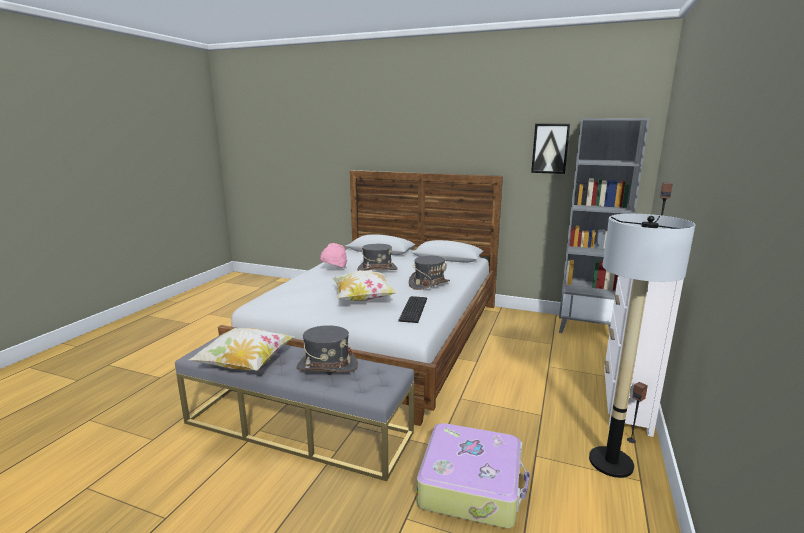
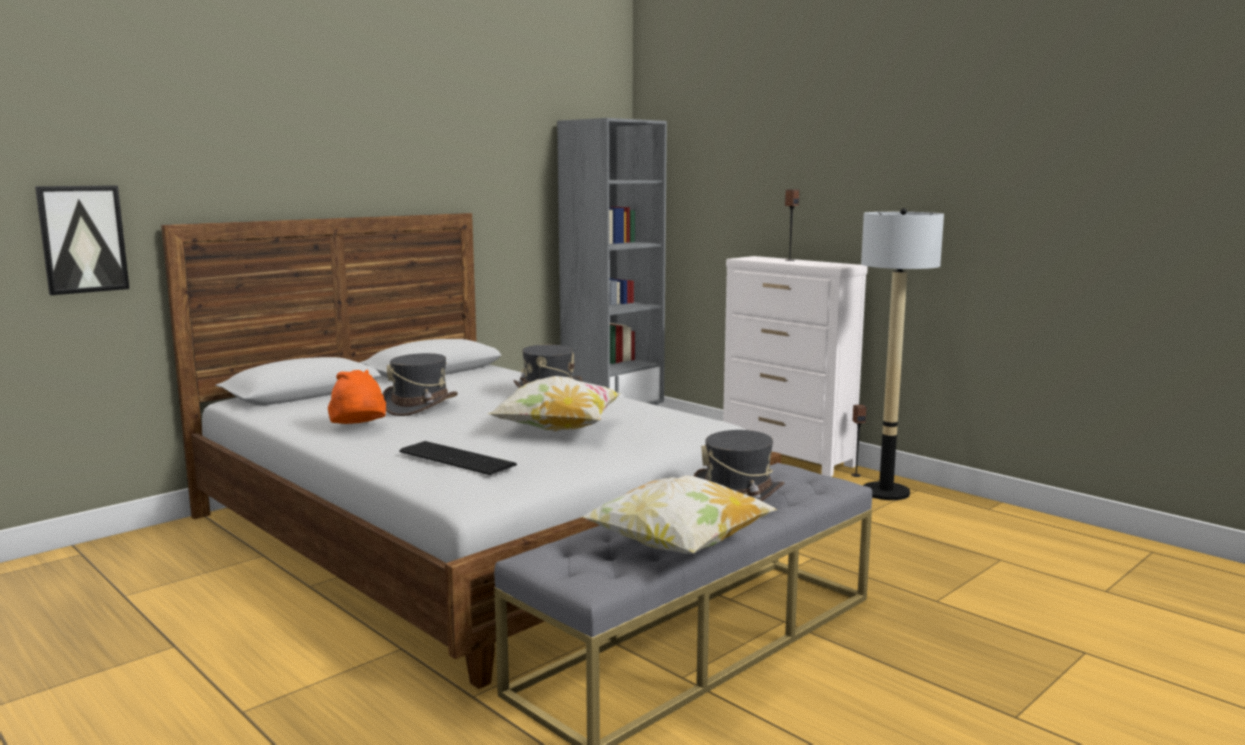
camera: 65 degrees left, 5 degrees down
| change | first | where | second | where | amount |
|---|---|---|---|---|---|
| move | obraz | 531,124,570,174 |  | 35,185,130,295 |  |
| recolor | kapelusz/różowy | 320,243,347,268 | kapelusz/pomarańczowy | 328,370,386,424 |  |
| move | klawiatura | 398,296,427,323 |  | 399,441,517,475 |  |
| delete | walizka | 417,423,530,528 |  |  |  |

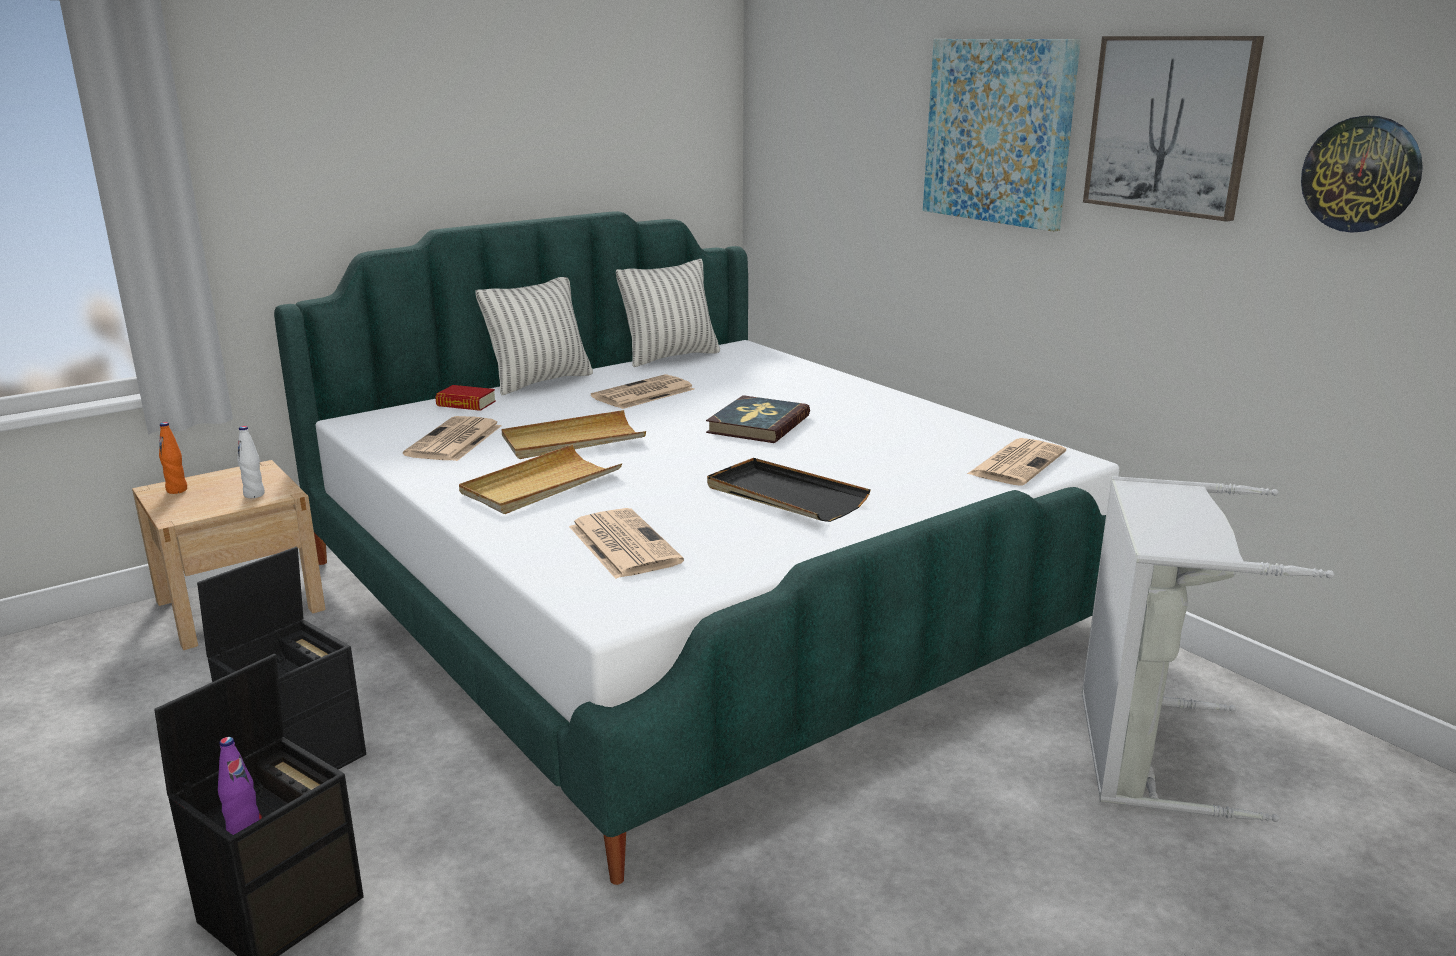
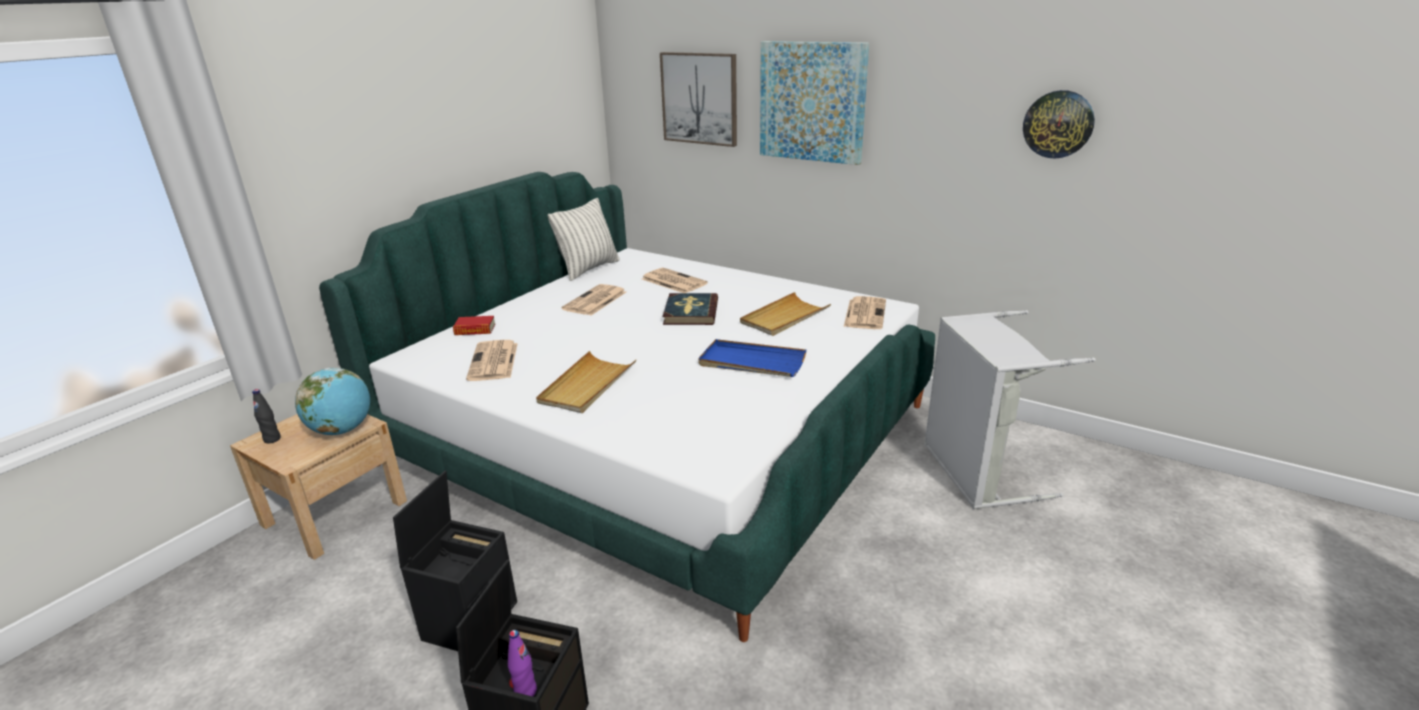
camera: 20 degrees left, 5 degrees up
| change | first | where | second | where | amount |
|---|---|---|---|---|---|
| move | obraz | 1083,36,1264,222 |  | 660,52,737,147 |  |
| delete | poduszka | 475,277,593,395 |  |  |  |
| move | taca/beżowy | 502,410,646,459 |  | 740,292,831,336 |  |
| recolor | butelka/pomarańczowy | 159,422,187,494 | butelka/czarny | 252,389,281,443 |  |
| replace | butelka/biały | 237,426,265,498 | globus | 295,368,370,435 |  |
| recolor | taca/czarny | 707,458,871,522 | taca/niebieski | 698,339,806,377 |  |
| move | gazeta | 569,508,684,579 |  | 642,268,708,293 |  |

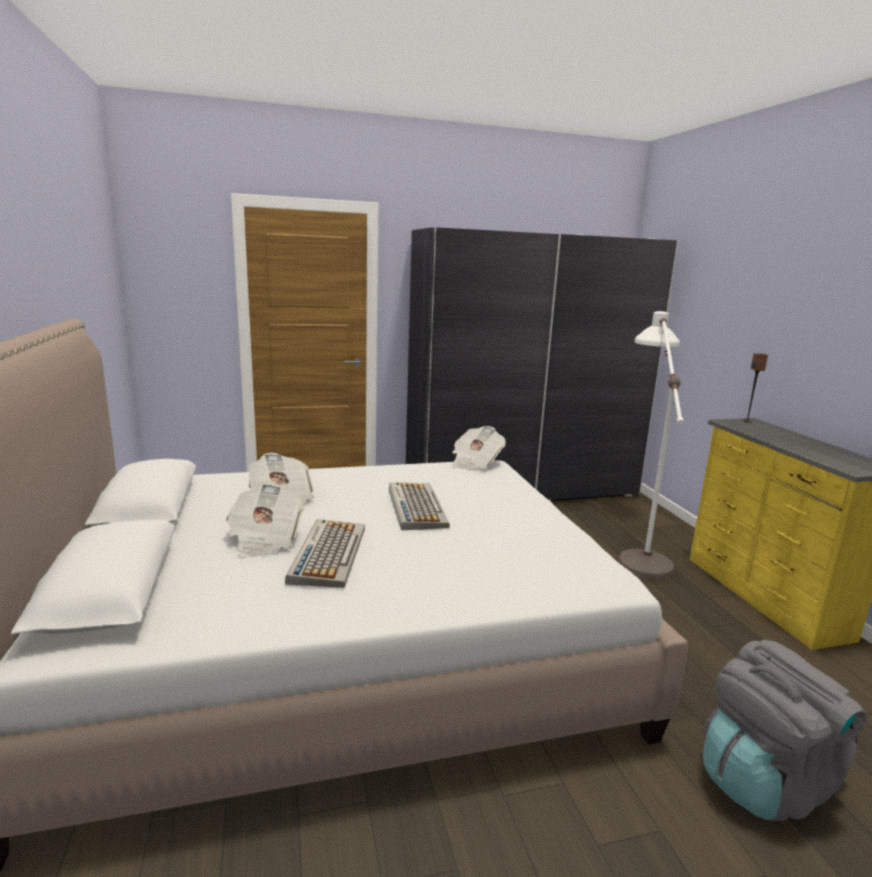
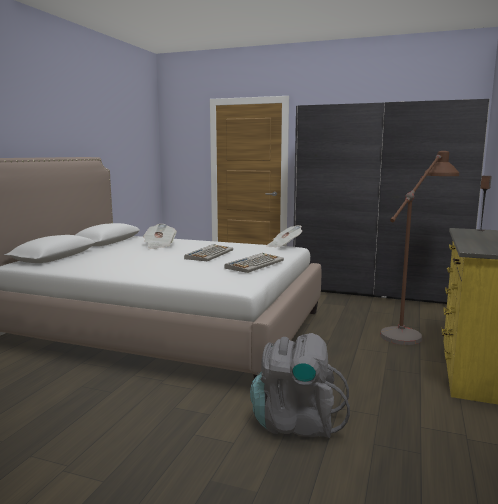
camera: 35 degrees right, 5 degrees down
| change | first | where | second | where | amount |
|---|---|---|---|---|---|
| recolor | lampa stojąca/biały | 618,311,684,579 | lampa stojąca/brązowy | 380,151,459,345 |  |
| delete | gazeta | 226,483,304,558 |  |  |  |
| move | klawiatura | 285,519,365,588 |  | 224,253,284,273 |  |

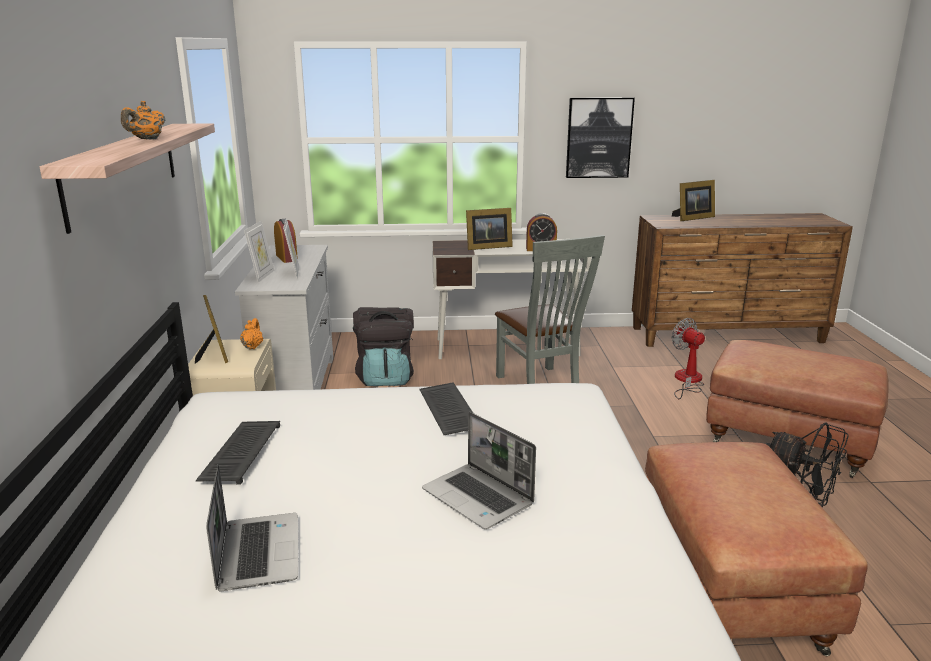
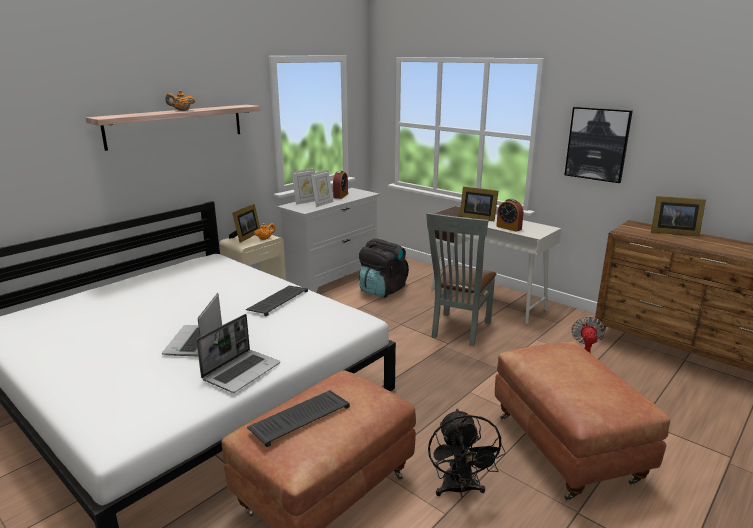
camera: 45 degrees right, 0 degrees up
| change | first | where | second | where | amount |
|---|---|---|---|---|---|
| move | klawiatura | 196,421,280,485 |  | 247,390,350,447 |  |
| move | laptop | 206,464,298,591 |  | 196,314,280,393 |  |

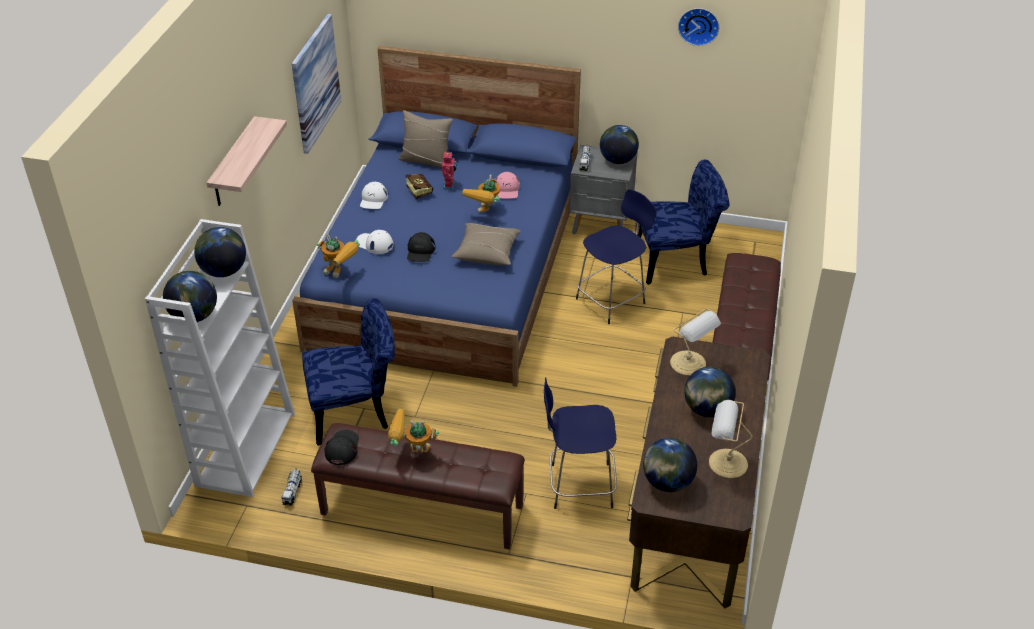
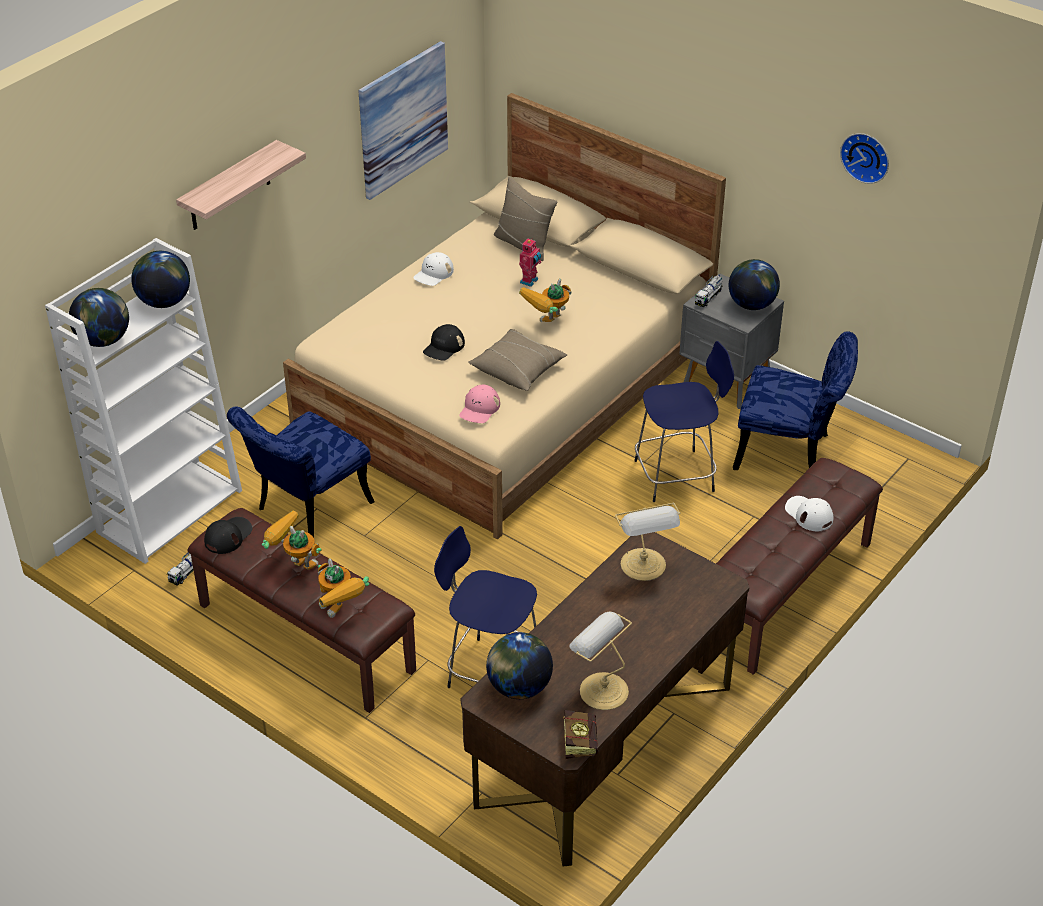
camera: 25 degrees right, 0 degrees up
| change | first | where | second | where | amount |
|---|---|---|---|---|---|
| recolor | łóżko/niebieski | 292,46,581,387 | łóżko/beżowy | 283,93,726,539 |  |
| move | czapka z daszkiem/różowy | 495,172,520,199 |  | 459,385,500,423 |  |
| move | książka | 406,174,433,199 |  | 563,710,598,759 |  |
| move | czapka z daszkiem/biały | 356,230,394,254 |  | 785,496,833,531 |  |
| move | robot zabawkowy | 317,234,360,278 |  | 317,558,369,618 |  |
| rotate | krzesło/niebieski | 302,298,395,446 |  | 227,407,374,538 | 120 degrees clockwise |
| delete | globus | 684,367,736,417 |  |  |  |

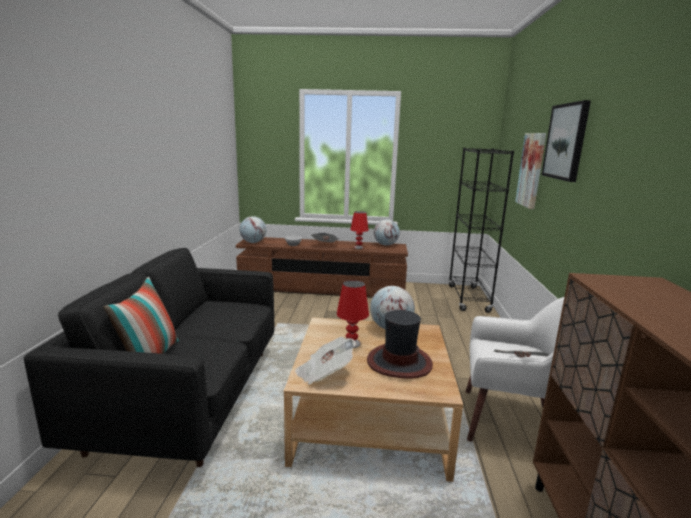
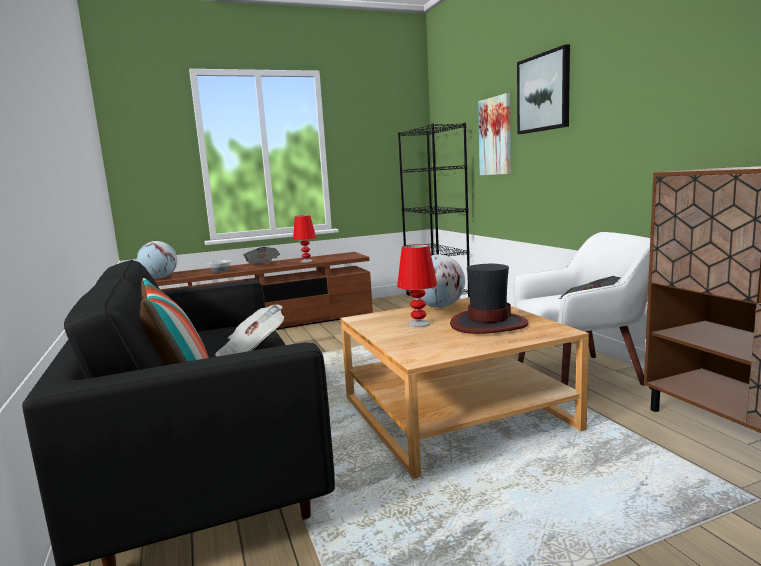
camera: 25 degrees left, 5 degrees down
| change | first | where | second | where | amount |
|---|---|---|---|---|---|
| delete | globus | 374,219,400,246 |  |  |  |
| move | gazeta | 295,337,356,385 |  | 215,304,284,356 |  |

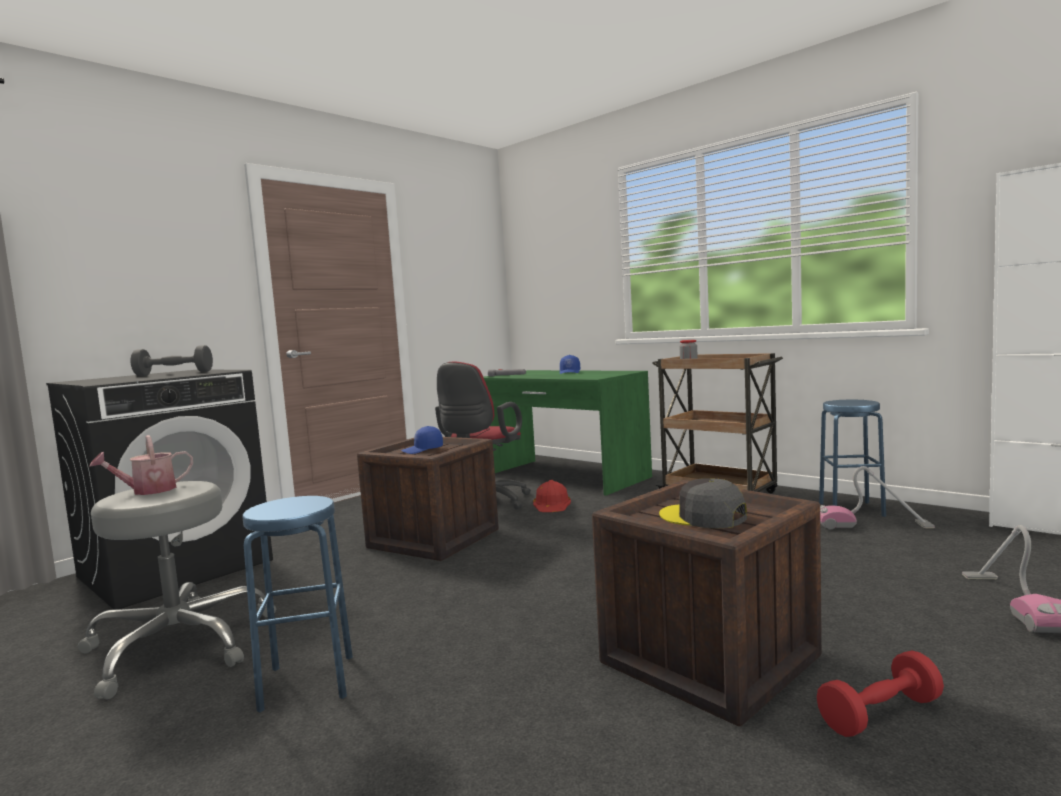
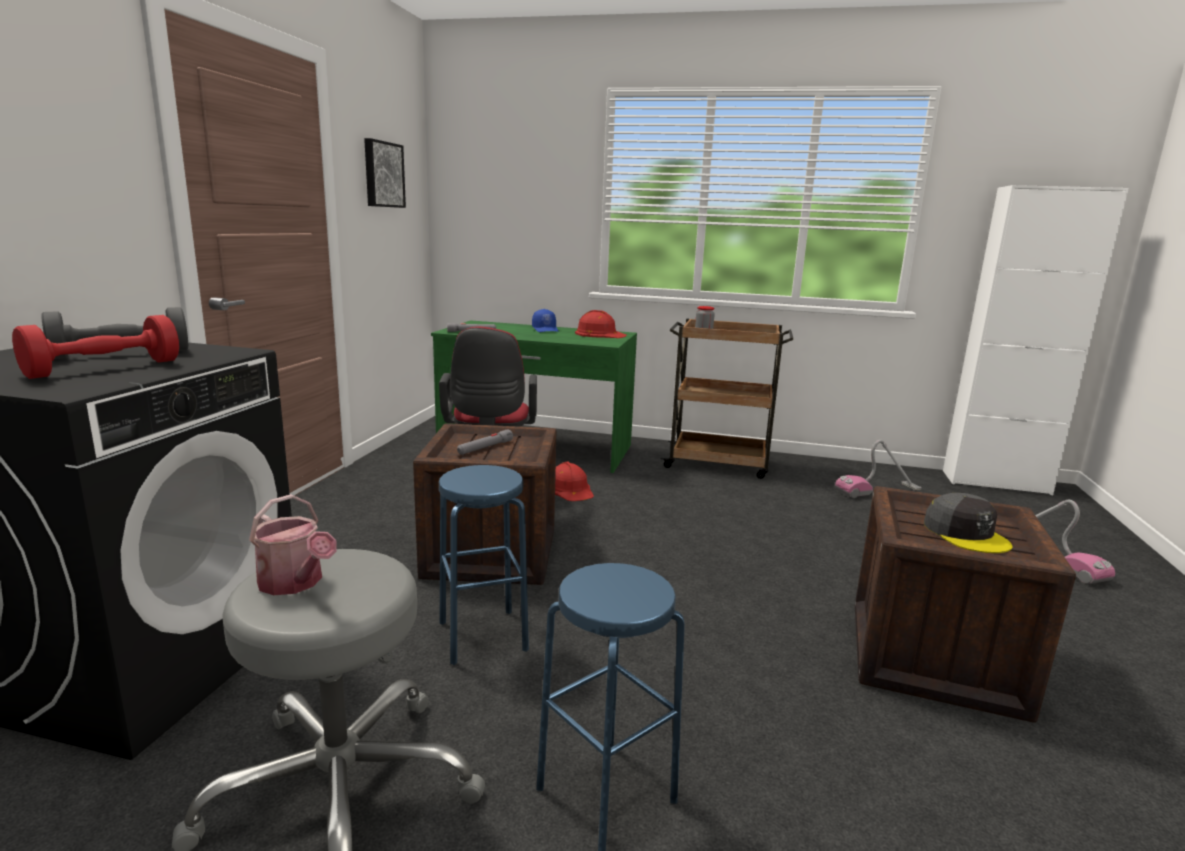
camera: 30 degrees left, 10 degrees up
| change | first | where | second | where | amount |
|---|---|---|---|---|---|
| move | stołek/niebieski | 819,400,886,517 |  | 439,465,529,665 |  |
| replace | czapka z daszkiem/niebieski | 401,426,443,454 | latarka/szary | 457,429,513,455 |  |
| rotate | konewka | 89,435,193,495 |  | 249,494,336,595 | 75 degrees counterclockwise |
| rotate | czapka z daszkiem/szary | 659,478,747,529 |  | 924,493,1012,553 | 120 degrees counterclockwise |
| move | hantel/czerwony | 817,651,944,737 |  | 12,315,179,379 |  |
| insert |  |  | obraz | 364,138,406,208 |  |
| insert |  |  | kask/czerwony | 575,310,627,338 |  |

